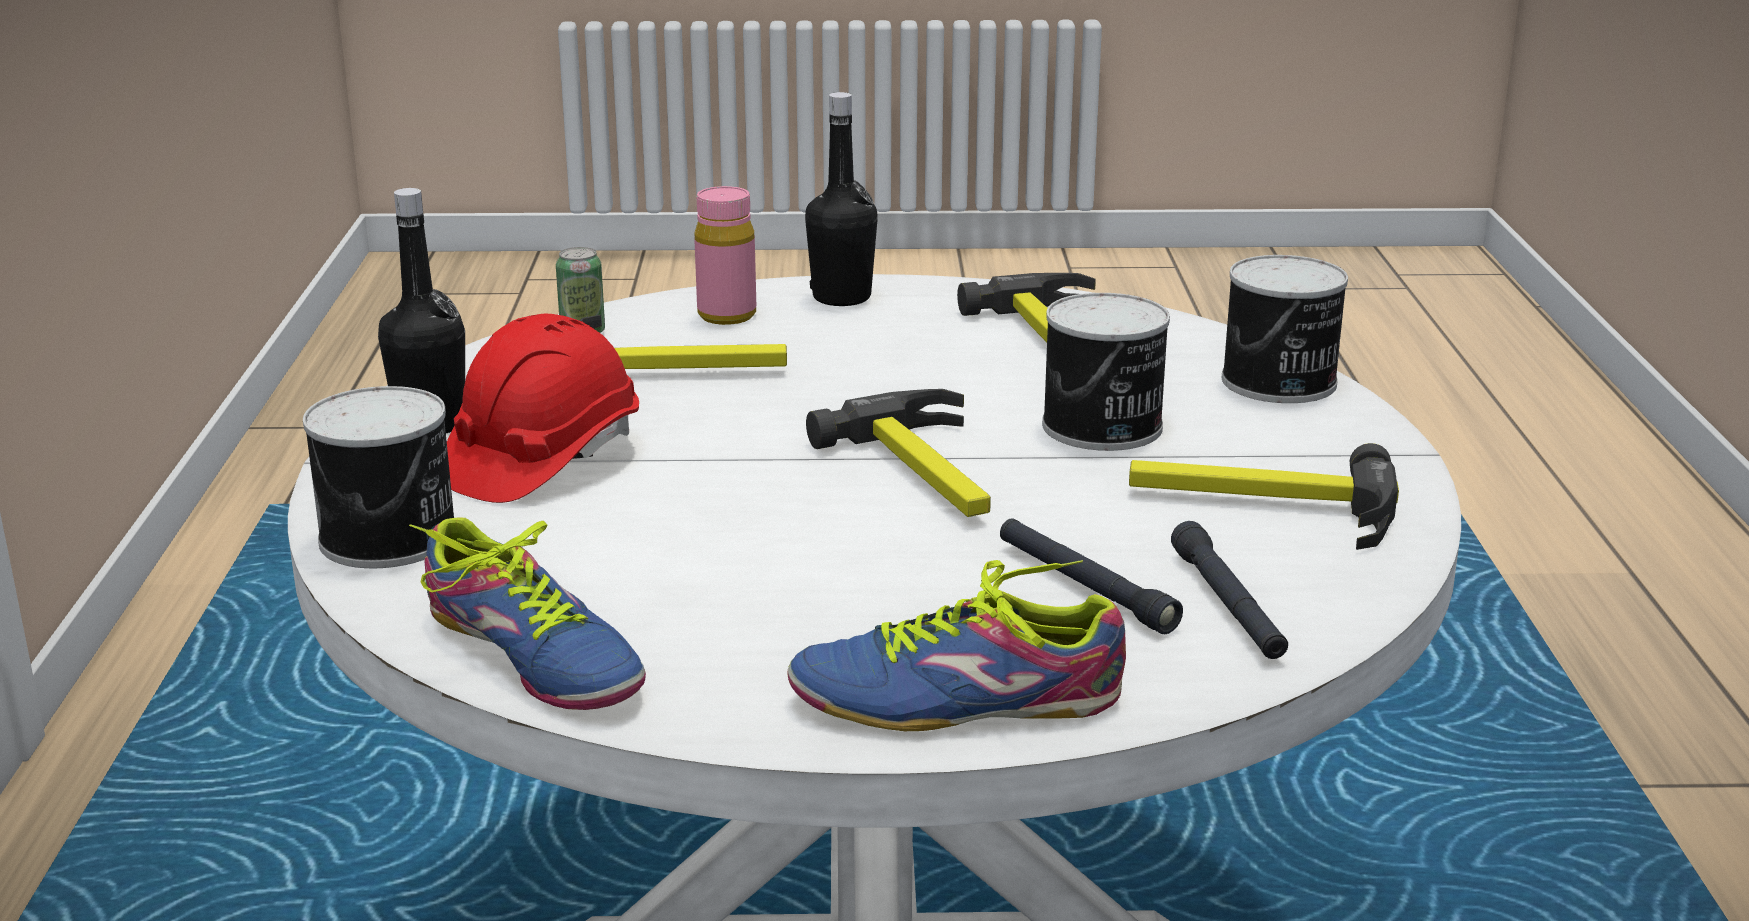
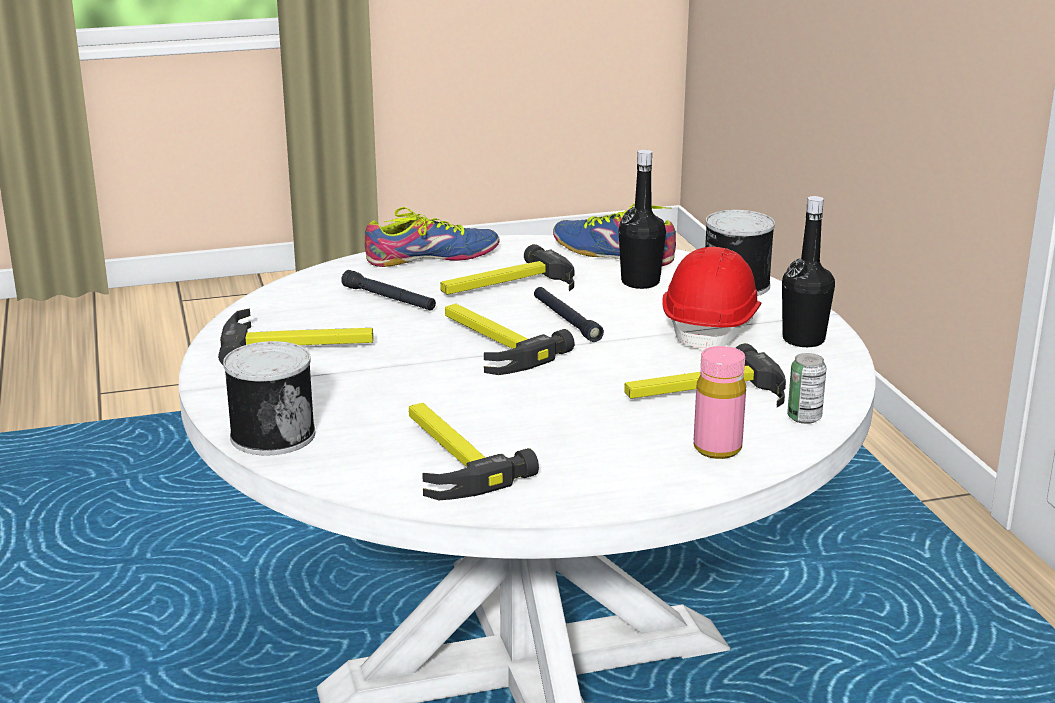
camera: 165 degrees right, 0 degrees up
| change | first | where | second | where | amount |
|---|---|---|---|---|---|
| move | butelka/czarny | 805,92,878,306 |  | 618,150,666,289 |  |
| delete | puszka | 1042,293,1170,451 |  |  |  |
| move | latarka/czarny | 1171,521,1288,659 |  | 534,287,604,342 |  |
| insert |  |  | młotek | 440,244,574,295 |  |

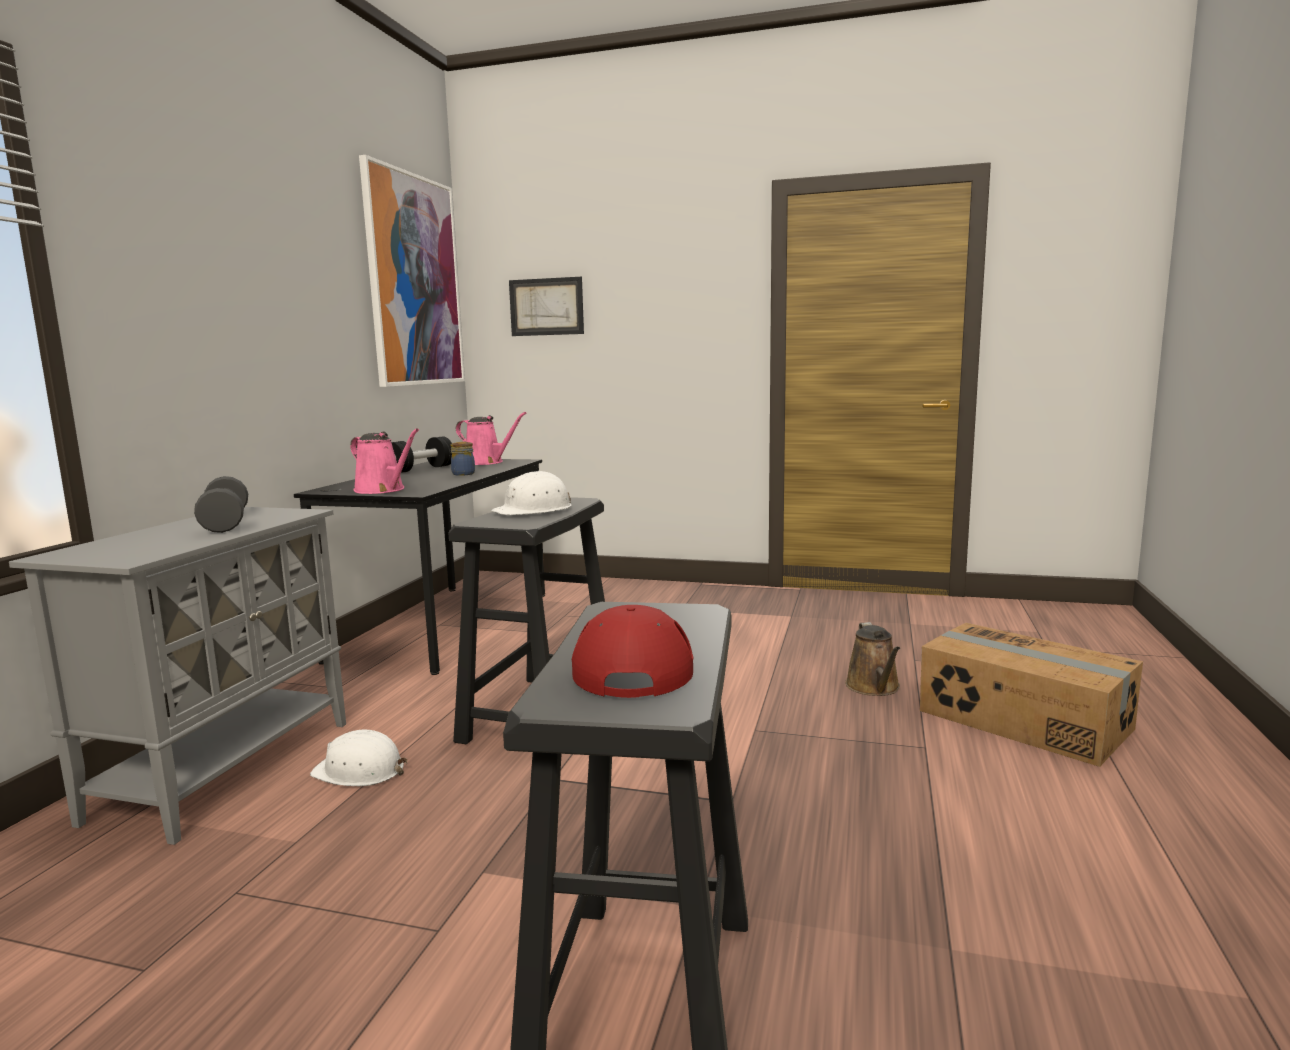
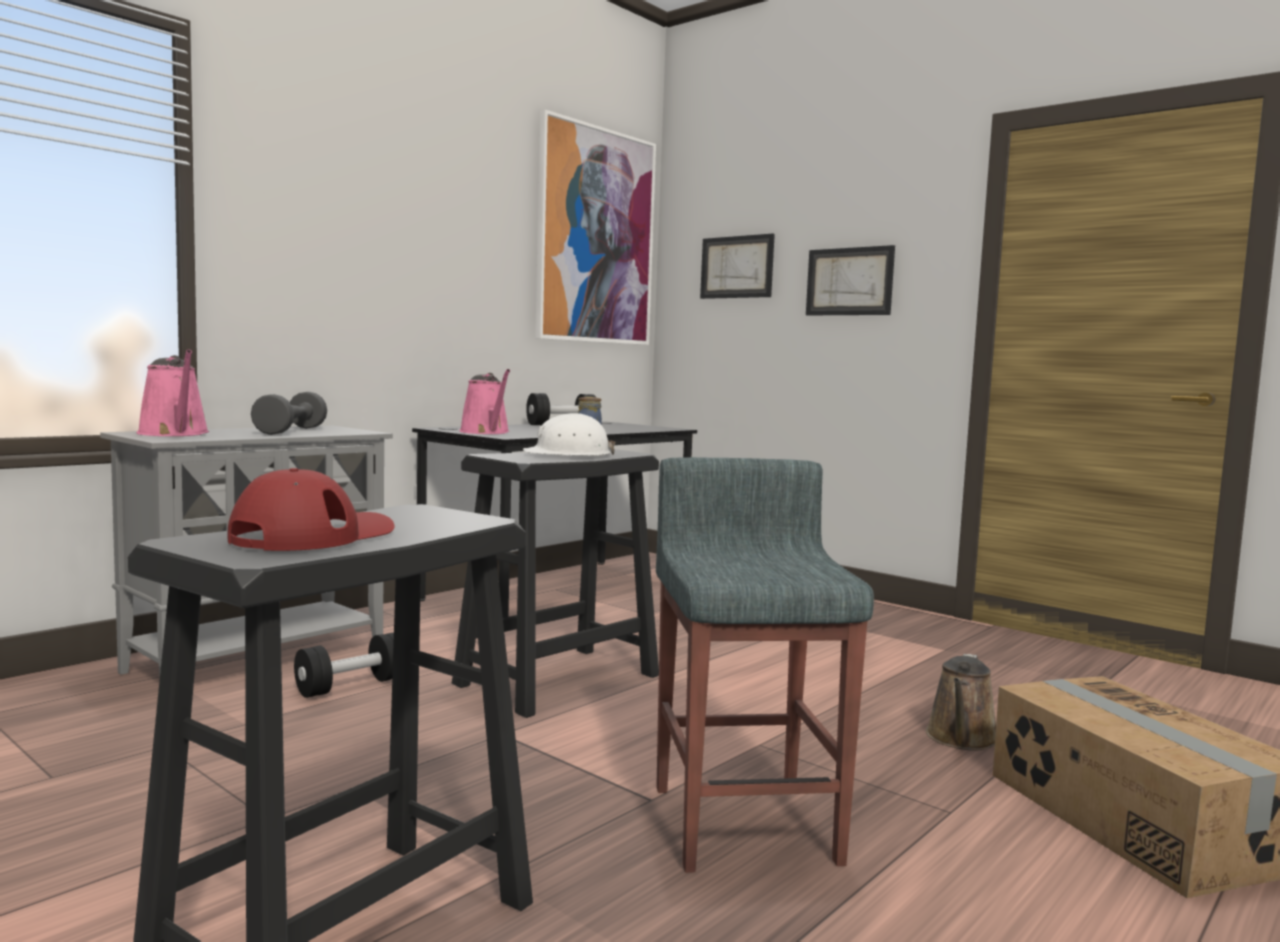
camera: 25 degrees right, 5 degrees down
| change | first | where | second | where | amount |
|---|---|---|---|---|---|
| move | konewka/różowy | 456,412,526,465 |  | 136,349,209,436 |  |
| replace | kask/biały | 310,730,407,786 | hantel/czarny | 294,632,394,698 |  |
| insert |  |  | obraz | 806,245,895,315 |  |
| insert |  |  | stołek/szary | 656,457,874,873 |  |

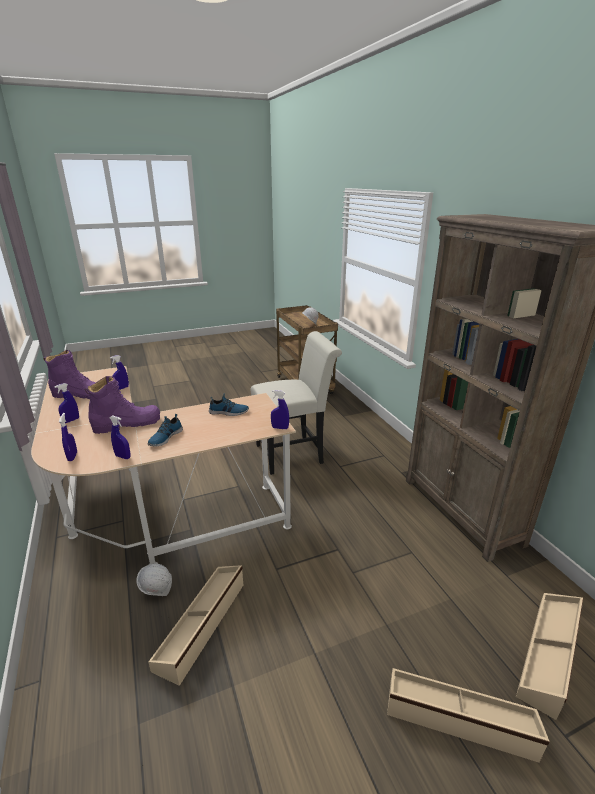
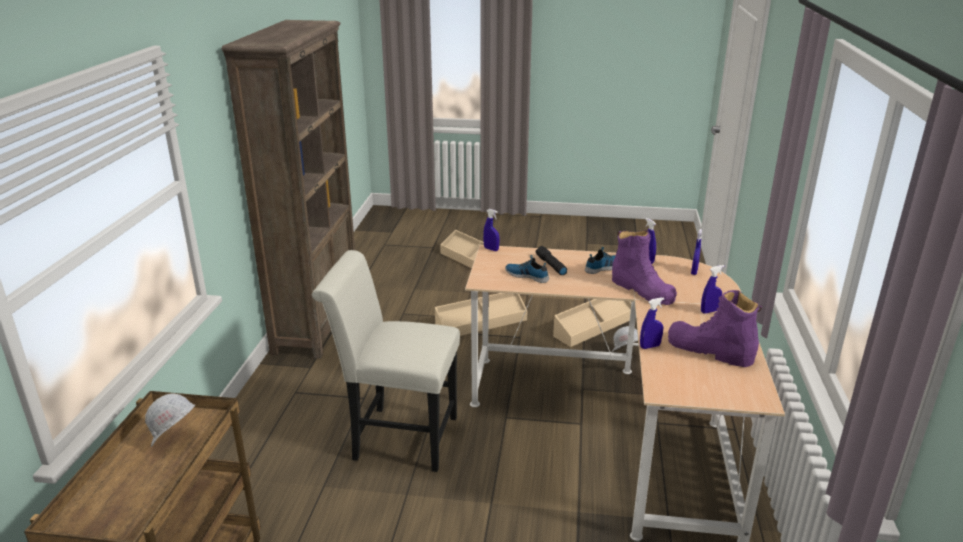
camera: 150 degrees left, 0 degrees up
| change | first | where | second | where | amount |
|---|---|---|---|---|---|
| rotate | but z cholewką/fioletowy | 85,376,160,434 |  | 612,230,677,305 | 135 degrees counterclockwise |
| move | pojemnik do przechowywania/beżowy | 516,593,583,720 |  | 435,293,527,336 |  |
| insert |  |  | latarka/czarny | 536,246,567,275 |  |

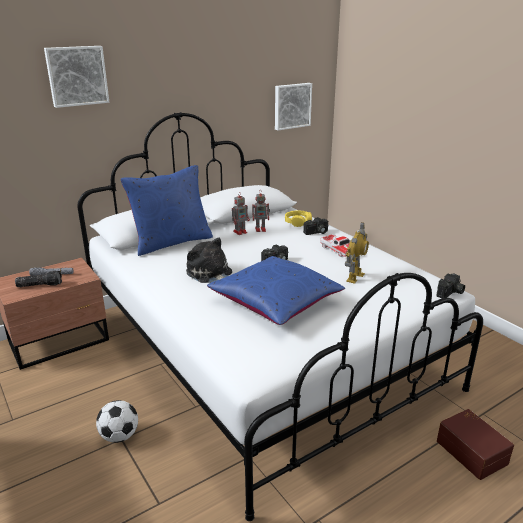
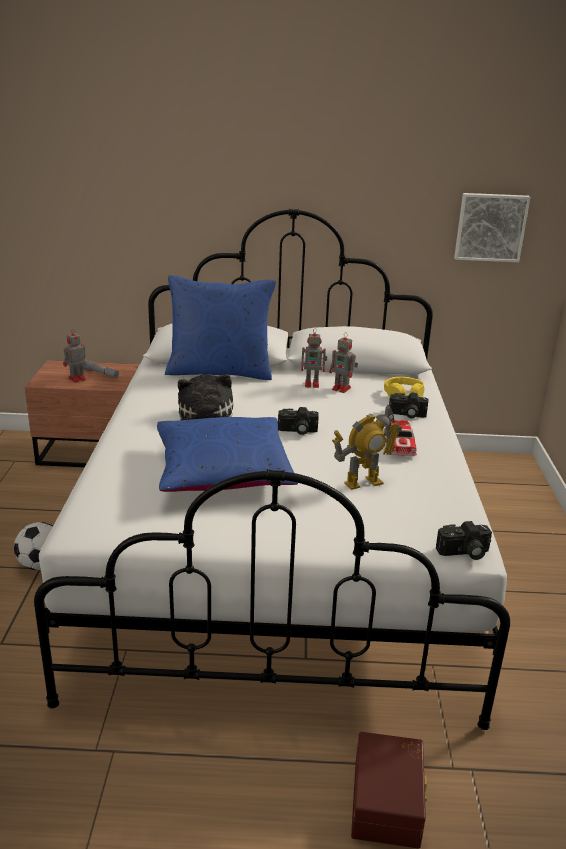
camera: 35 degrees right, 0 degrees up
| change | first | where | second | where | amount |
|---|---|---|---|---|---|
| delete | obraz | 44,46,109,108 |  |  |  |
| replace | latarka | 15,271,62,287 | robot zabawkowy | 63,330,86,383 |  |

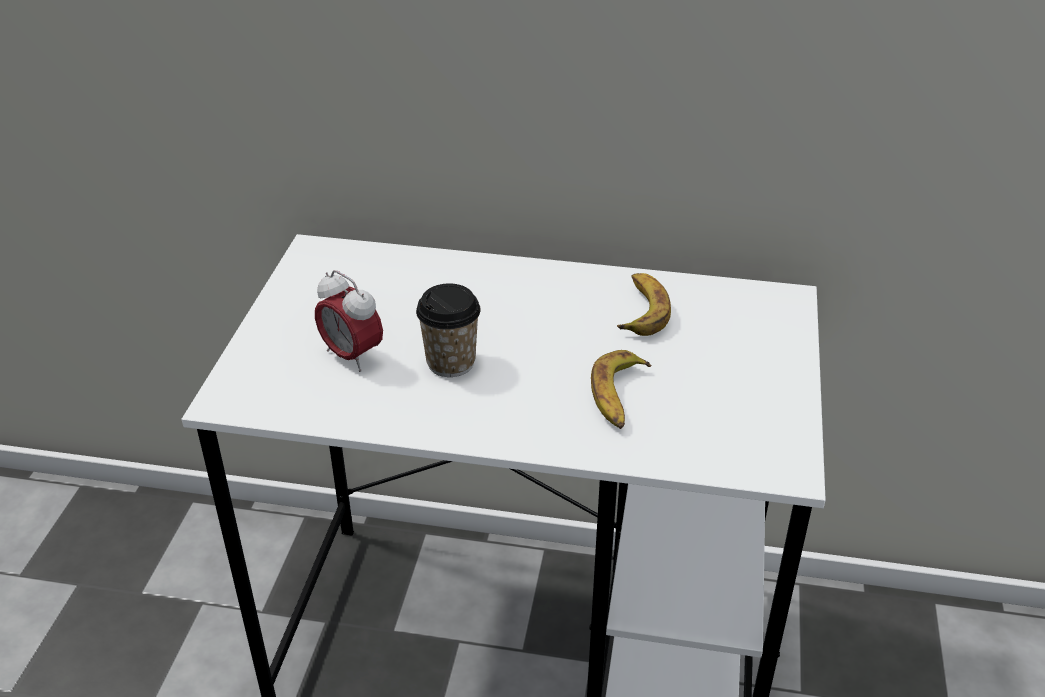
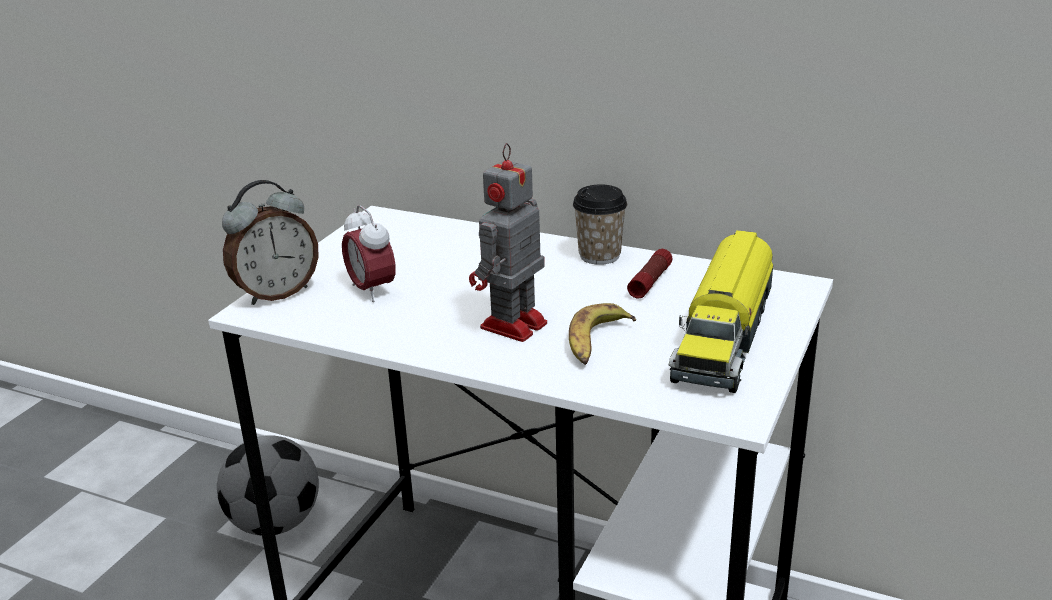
camera: 15 degrees right, 10 degrees down
| change | first | where | second | where | amount |
|---|---|---|---|---|---|
| replace | banan | 617,273,671,336 | latarka | 627,249,673,298 |  |
| move | filiżanka | 416,283,481,377 |  | 573,184,627,265 |  |
| insert |  |  | robot zabawkowy | 469,143,547,342 |  |
| insert |  |  | budzik | 222,180,318,305 |  |
| insert |  |  | ciężarówka zabawkowa | 669,230,773,393 |  |
| insert |  |  | piłka futbolowa | 217,435,319,536 |  |

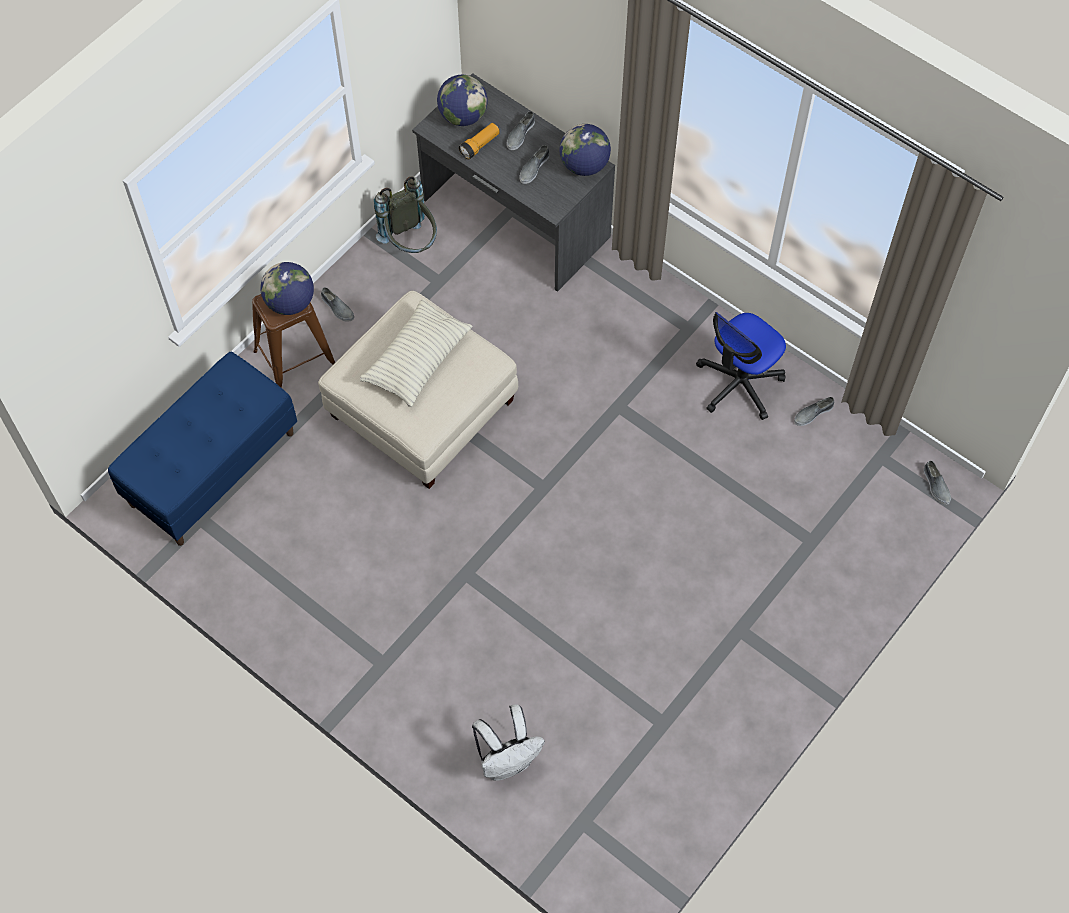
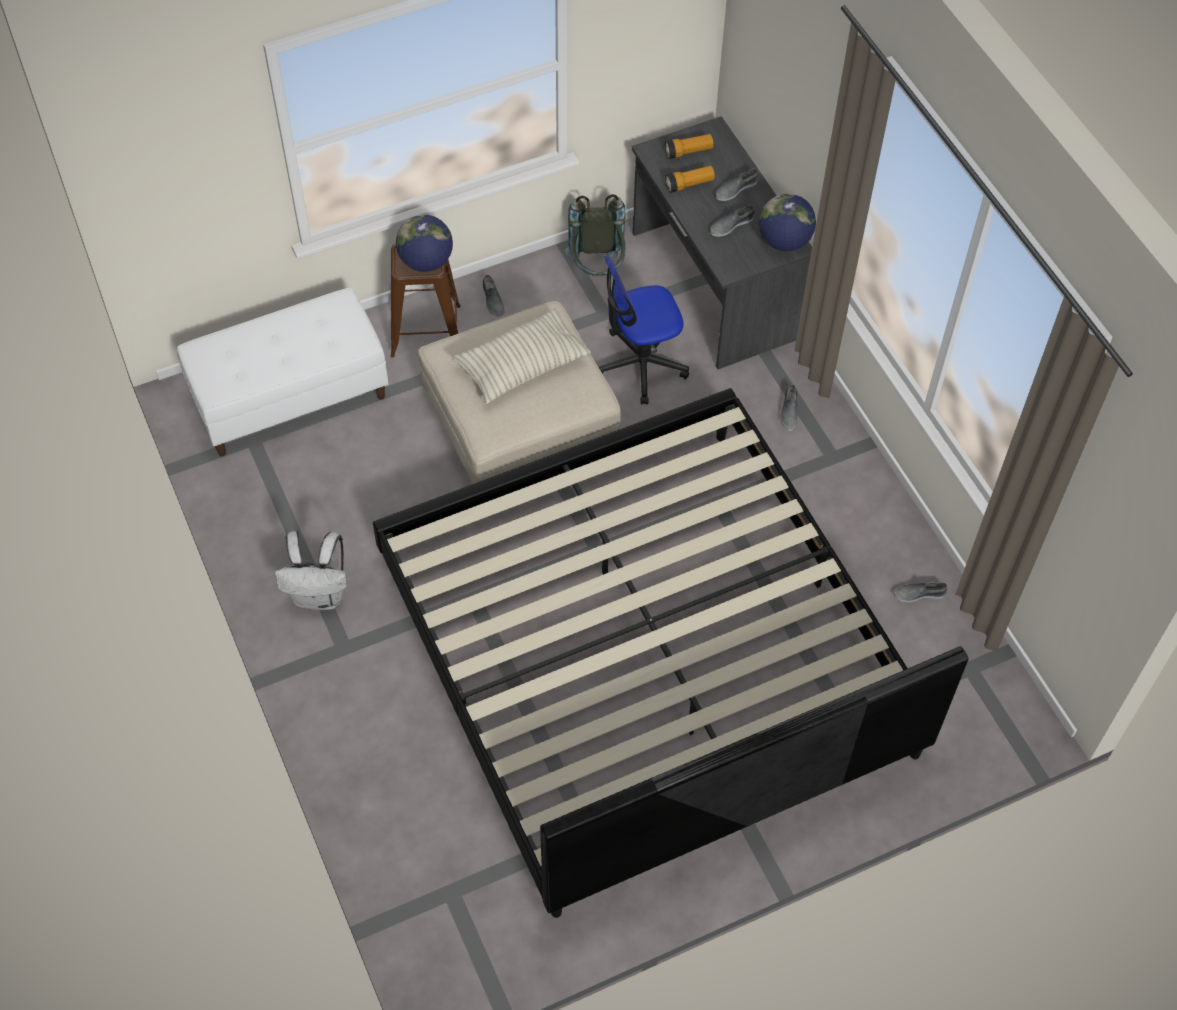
camera: 25 degrees right, 5 degrees down
| change | first | where | second | where | amount |
|---|---|---|---|---|---|
| replace | globus | 437,75,488,126 | latarka | 665,134,714,159 |  |
| move | krzesło biurowe | 696,312,786,420 |  | 599,256,689,404 |  |
| recolor | ławka/niebieski | 108,352,297,546 | ławka/biały | 177,288,389,456 |  |
| move | but/szary | 923,461,951,505 |  | 780,384,797,431 |  |
| move | plecak/biały | 472,705,545,781 |  | 275,531,347,610 |  |
| insert |  |  | łóżko | 373,388,969,918 |  |

